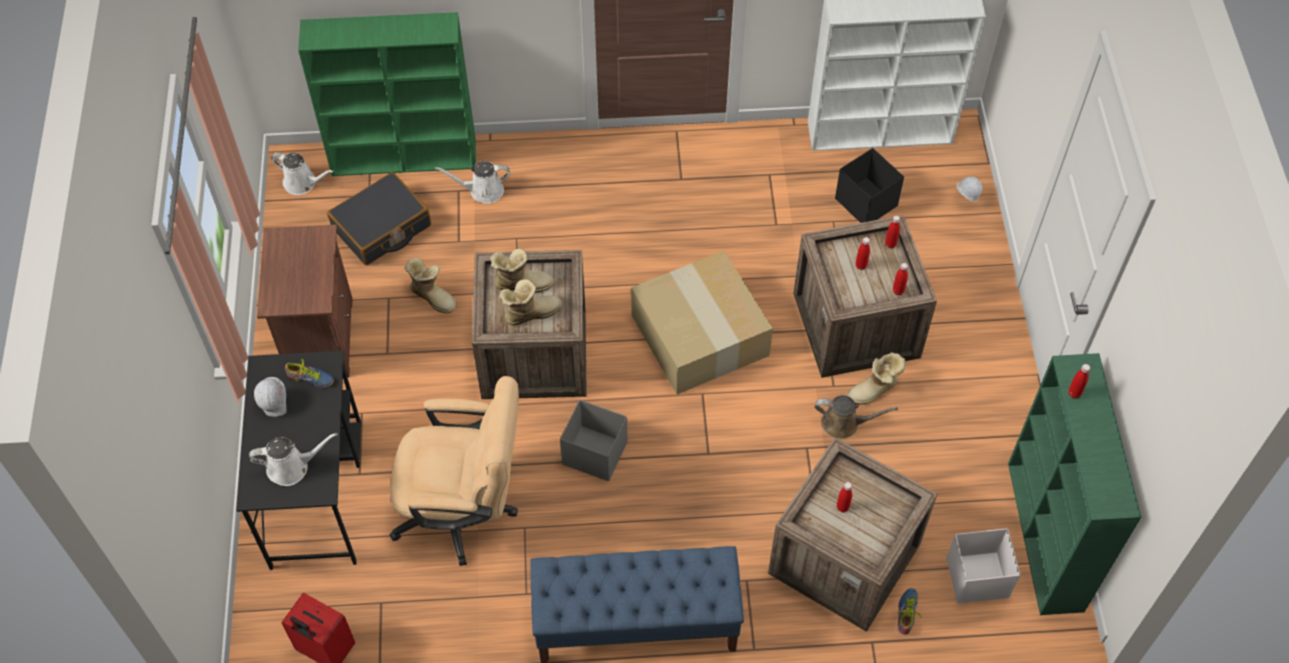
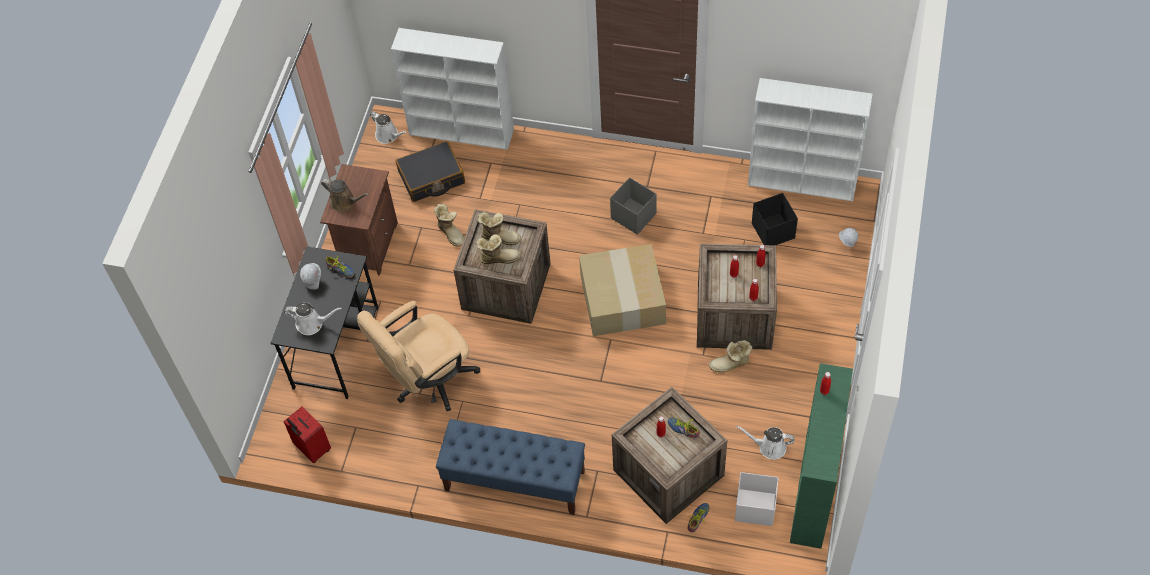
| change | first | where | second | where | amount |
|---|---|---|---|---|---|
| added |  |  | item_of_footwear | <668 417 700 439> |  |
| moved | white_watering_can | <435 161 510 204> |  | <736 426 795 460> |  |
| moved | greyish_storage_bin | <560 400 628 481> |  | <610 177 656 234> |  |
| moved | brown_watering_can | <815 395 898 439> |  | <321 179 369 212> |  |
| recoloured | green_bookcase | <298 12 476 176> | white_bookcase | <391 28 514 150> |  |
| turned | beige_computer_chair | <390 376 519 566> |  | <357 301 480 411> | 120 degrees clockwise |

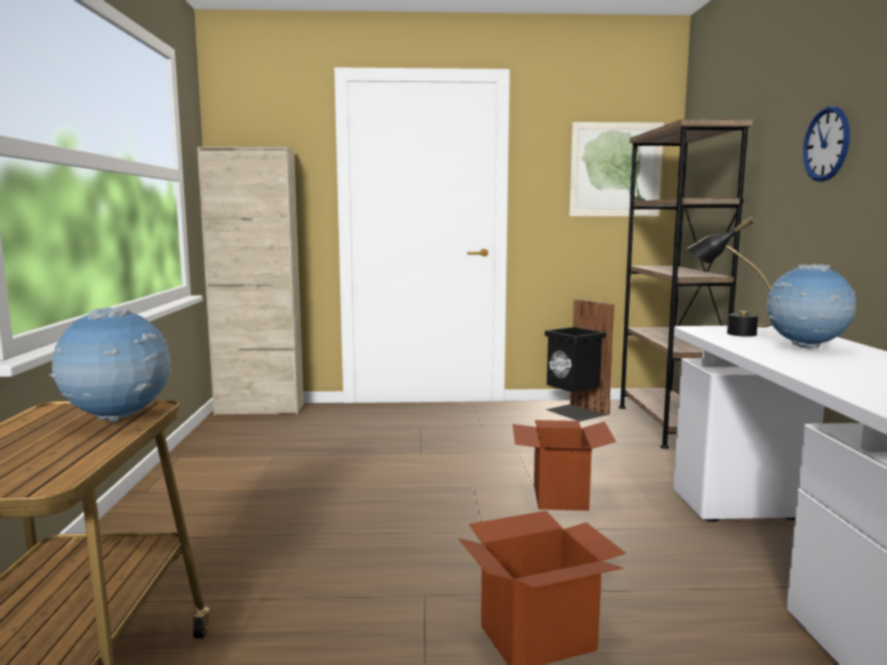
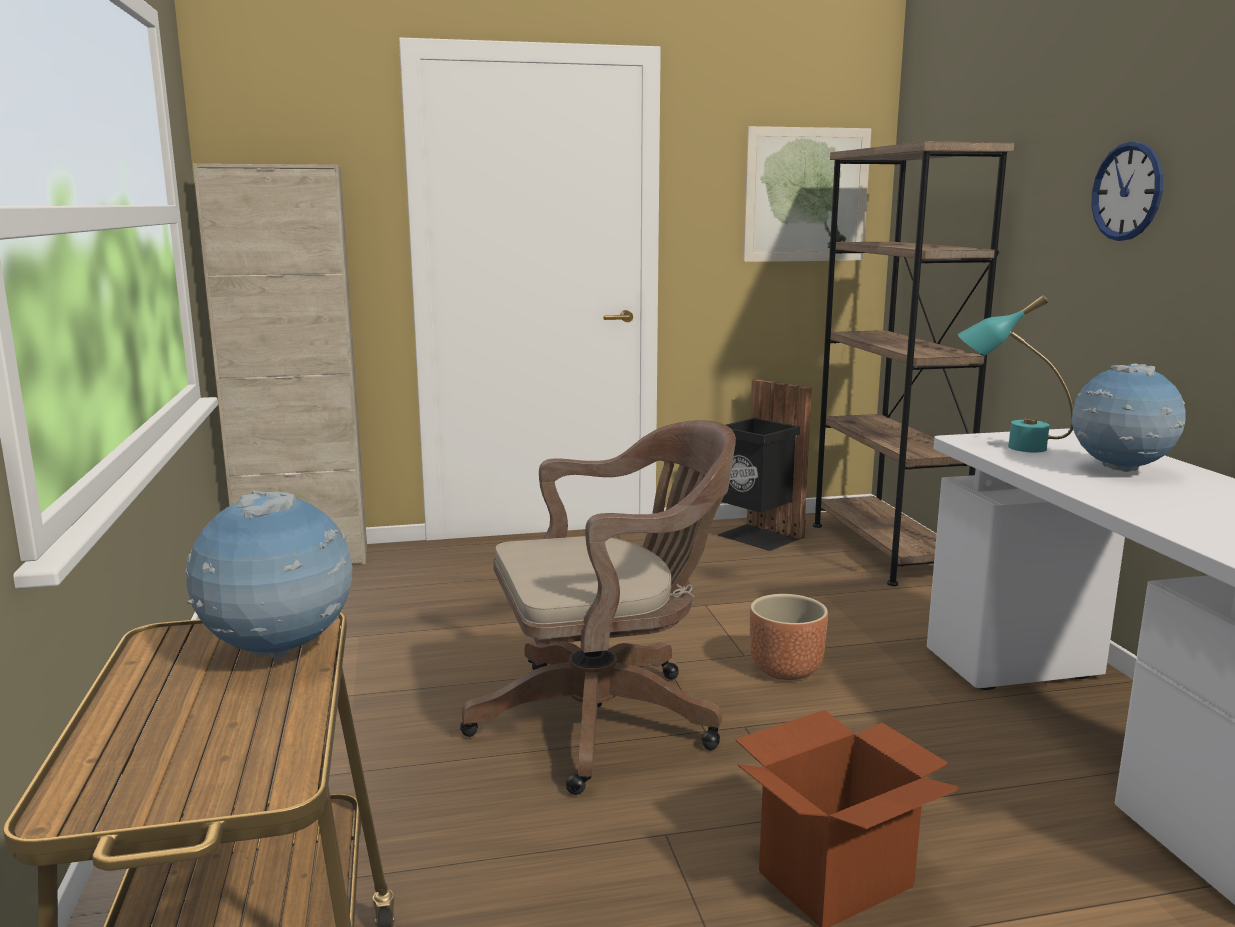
| change | first | where | second | where | amount |
|---|---|---|---|---|---|
| added |  |  | brown_computer_chair | <460 420 736 795> |  |
| replaced | packing_box | <513 420 616 511> | brown_plant_pot | <750 594 828 680> |  |
| recoloured | black_lamp_for_a_table | <687 217 772 337> | turquoise-coloured_lamp_for_a_table | <958 295 1074 452> |  |

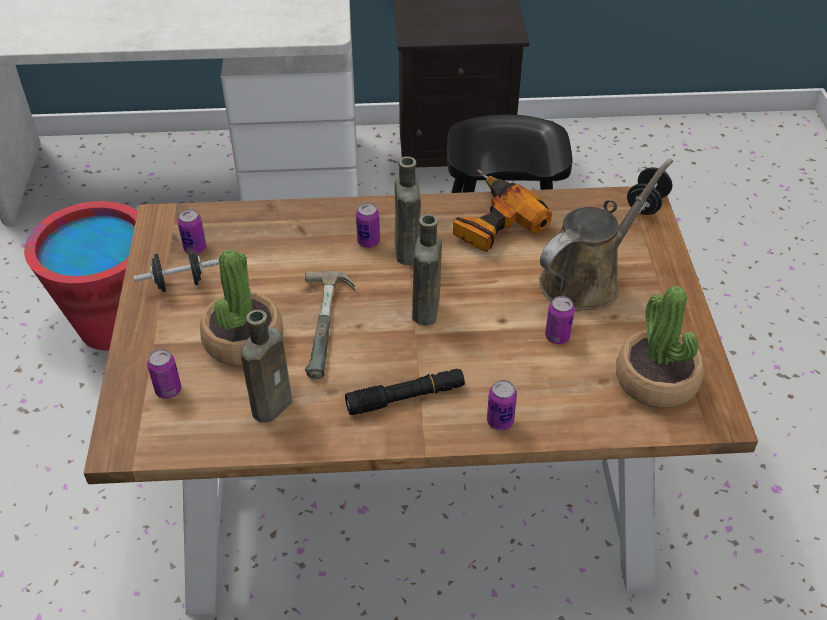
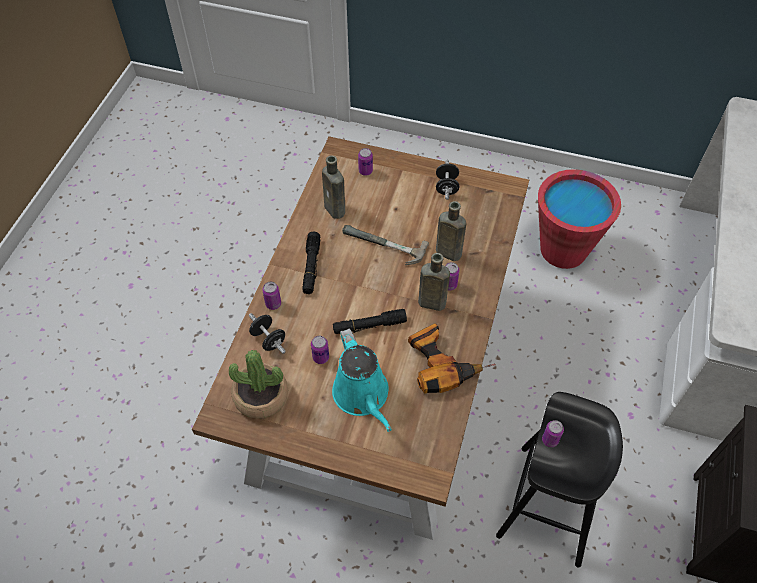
| change | first | where | second | where | amount |
|---|---|---|---|---|---|
| removed | houseplant | <200 249 284 367> |  |  |  |
| added |  |  | black_flashlight | <333 309 407 334> |  |
| moved | sealed_can | <177 209 206 254> |  | <542 420 564 447> |  |
| moved | brown_drink_bottle | <412 214 442 326> |  | <436 201 466 261> |  |
| moved | black_hand_weight | <627 167 672 215> |  | <249 313 286 354> |  |
| recoloured | brown_watering_can | <539 159 673 311> | turquoise-coloured_watering_can | <332 329 392 432> |  |

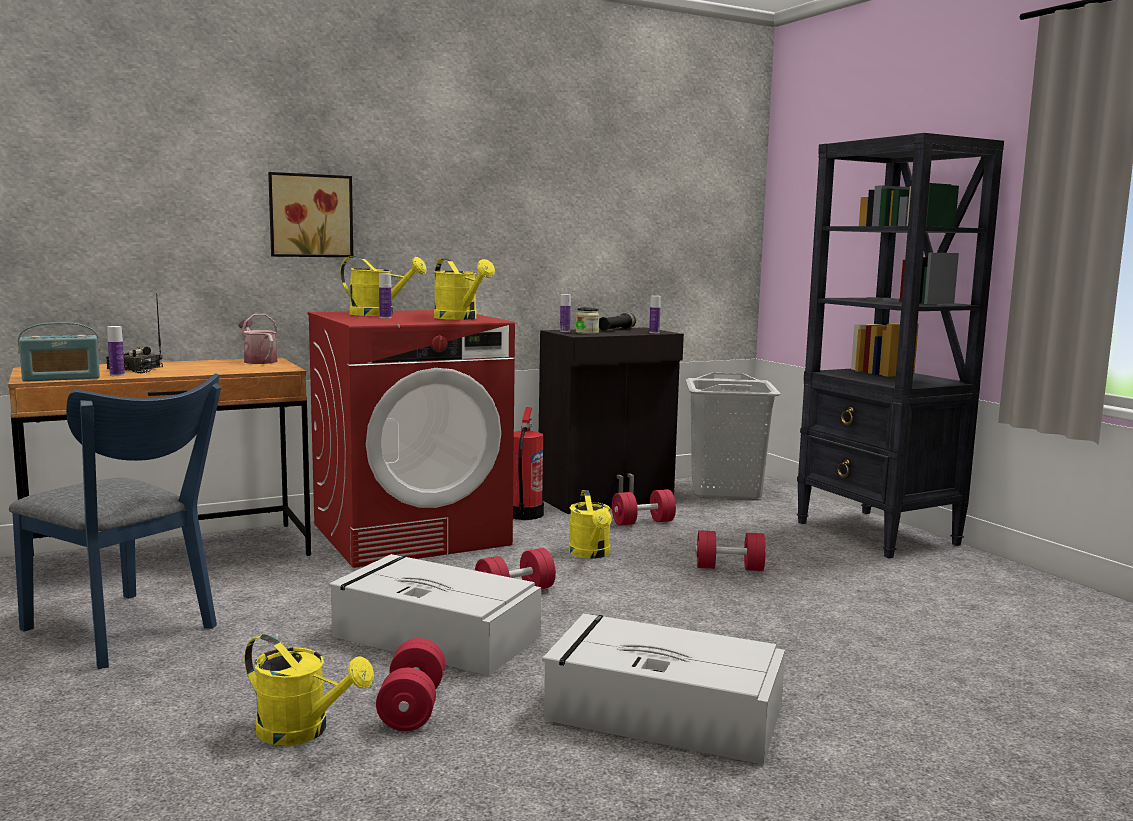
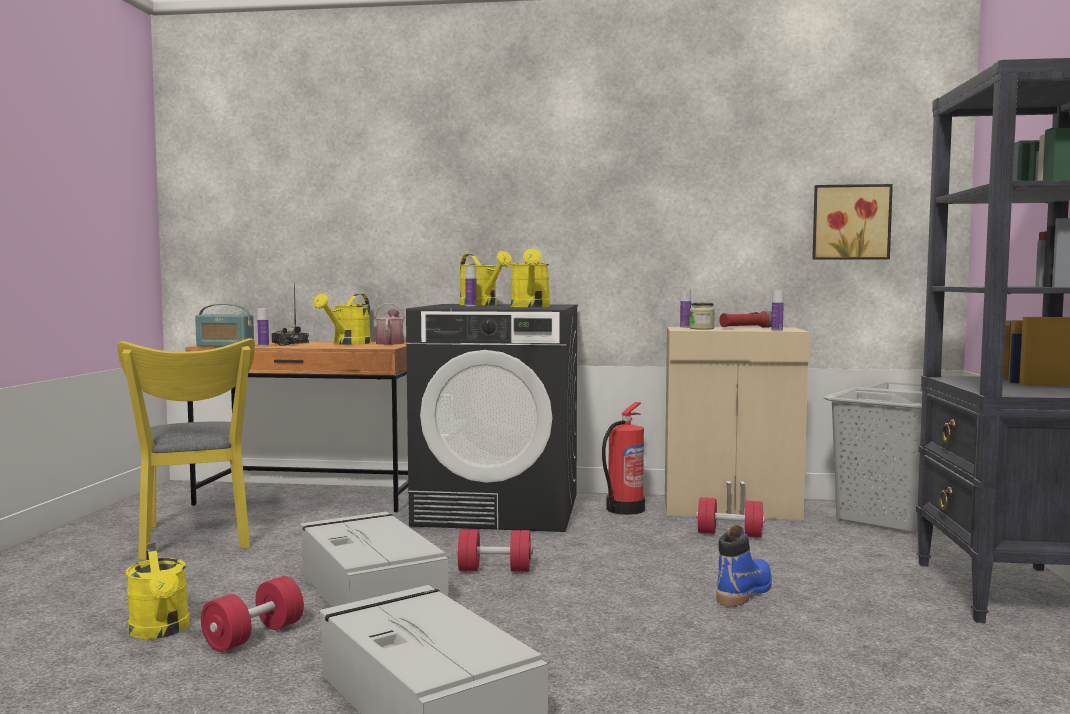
| change | first | where | second | where | amount |
|---|---|---|---|---|---|
| moved | wall_art | <268 172 353 257> |  | <812 184 893 260> |  |
| moved | yellow-coloured_watering_can | <569 490 612 559> |  | <313 294 371 345> |  |
| replaced | reddish_hand_weight | <695 530 766 571> | blue_tall_boot | <716 525 772 606> |  |
| recoloured | blue_plain_chair | <9 373 221 669> | yellow-coloured_plain_chair | <117 338 255 560> |  |
| recoloured | reddish_washing_machine | <307 310 515 568> | black_washing_machine | <406 304 578 532> |  |
| recoloured | black_cupboard | <539 327 684 514> | beige_cupboard | <665 327 810 520> |  |
| recoloured | black_flashlight | <599 313 636 331> | reddish_flashlight | <719 311 772 328> |  |

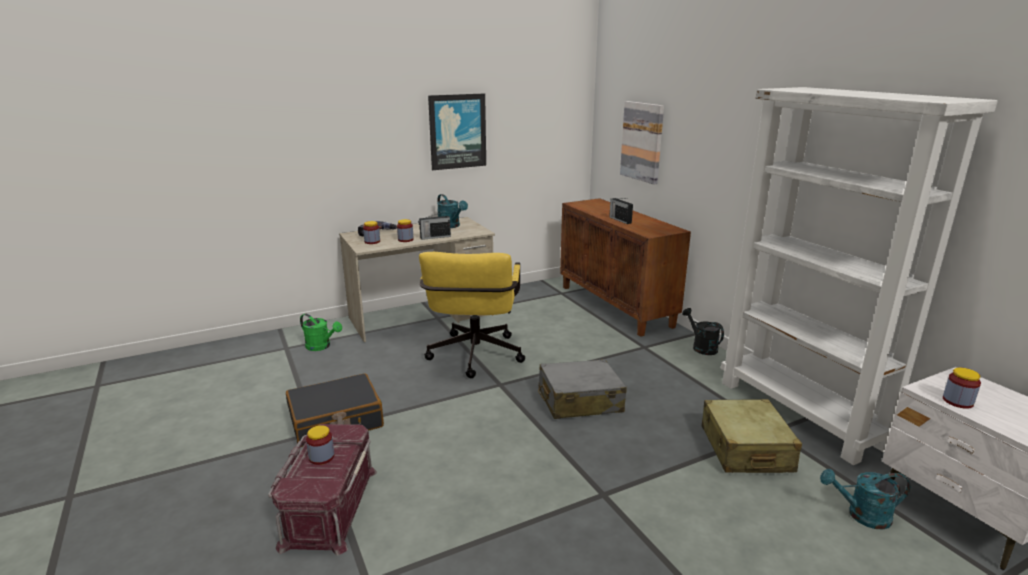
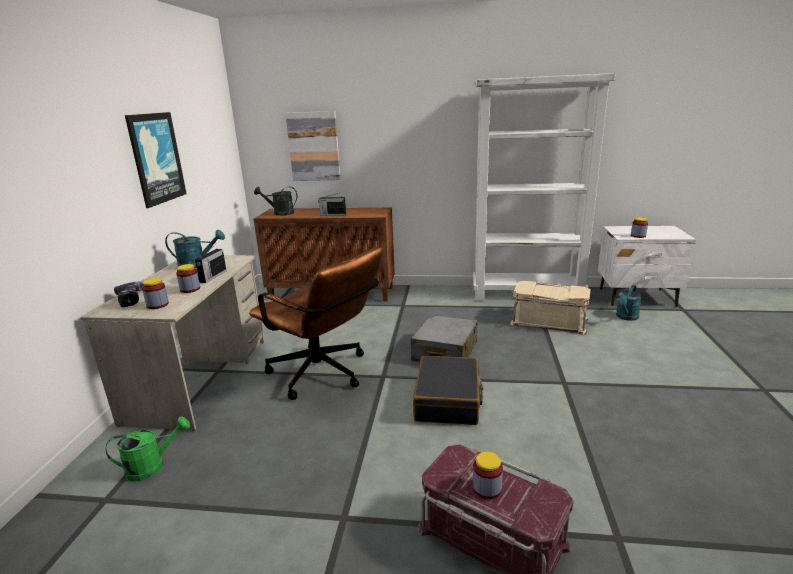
| change | first | where | second | where | amount |
|---|---|---|---|---|---|
| moved | black_travel_case | <286 374 384 447> |  | <413 356 484 425> |  |
| moved | black_watering_can | <682 308 724 355> |  | <254 187 297 216> |  |
| replaced | beige_travel_case | <702 399 802 473> | beige_storage_bin | <510 281 591 335> |  |
| recoloured | yellow-coloured_computer_chair | <419 252 525 378> | brown_computer_chair | <249 247 383 400> |  |

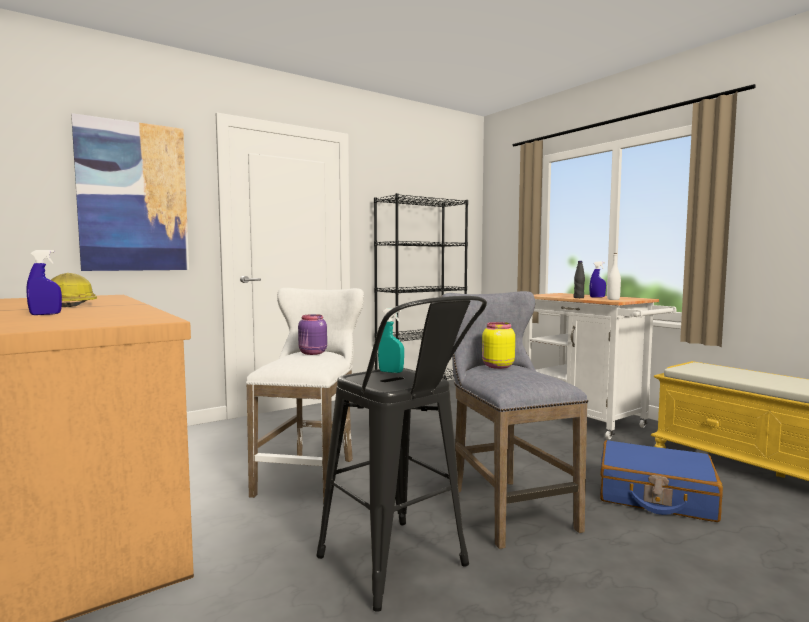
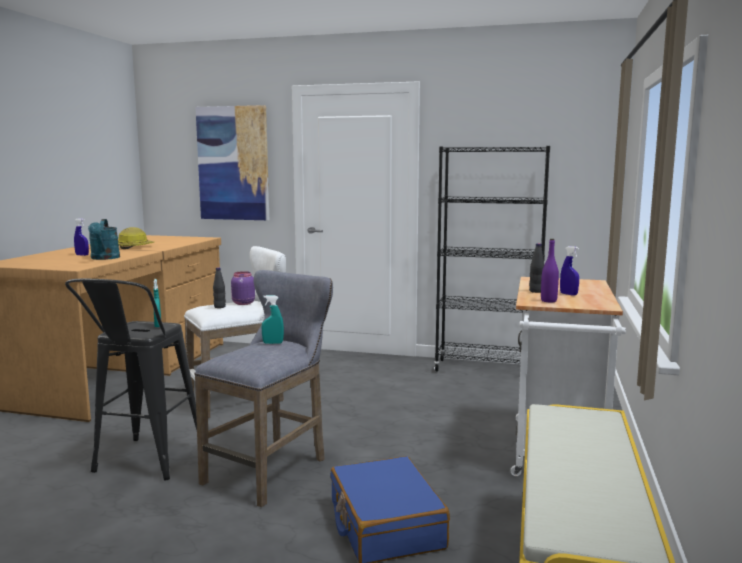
| change | first | where | second | where | amount |
|---|---|---|---|---|---|
| added |  |  | turquoise-coloured_watering_can | <88 219 120 260> |  |
| added |  |  | black_drink_bottle | <213 267 226 308> |  |
| replaced | yellow-coloured_preserve_jar | <482 322 515 369> | turquoise-coloured_spray_bottle | <262 295 284 344> |  |
| recoloured | white_drink_bottle | <607 253 621 300> | purple_drink_bottle | <541 239 559 302> |  |

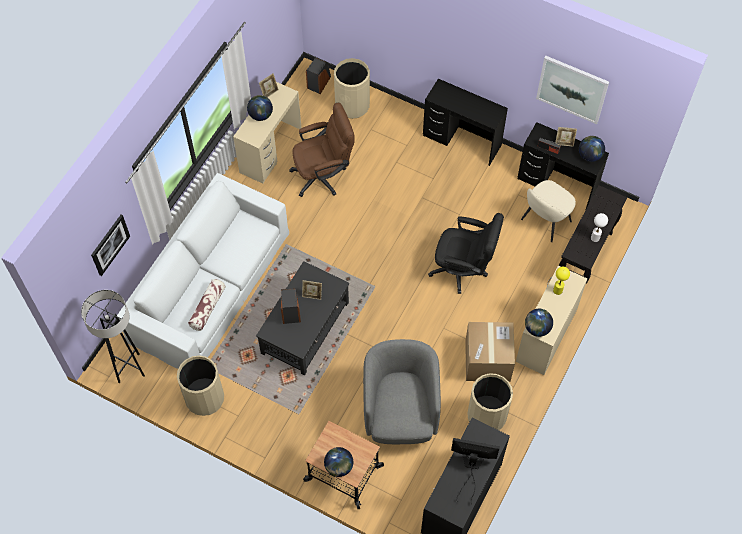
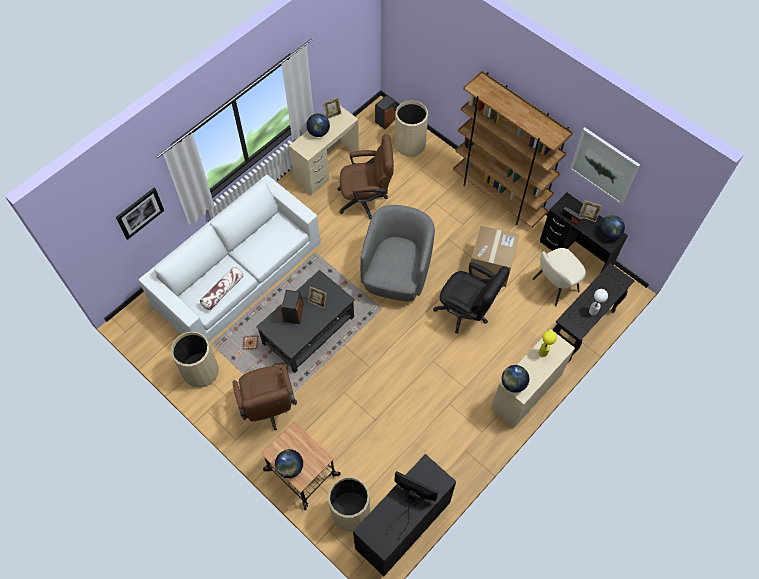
| change | first | where | second | where | amount |
|---|---|---|---|---|---|
| removed | greyish_standard_lamp | <81 290 145 383> |  |  |  |
| added |  |  | brown_computer_chair | <233 366 297 430> |  |
| moved | greyish_lounge_chair | <363 339 441 444> |  | <360 205 435 301> |  |
| moved | packing_box | <465 322 515 382> |  | <471 225 519 287> |  |
| moved | beige_rubbish_bin | <467 373 513 430> |  | <328 477 370 532> |  |
| replaced | black_desk_unit | <423 79 508 166> | brown_bookcase | <453 71 573 228> |  |

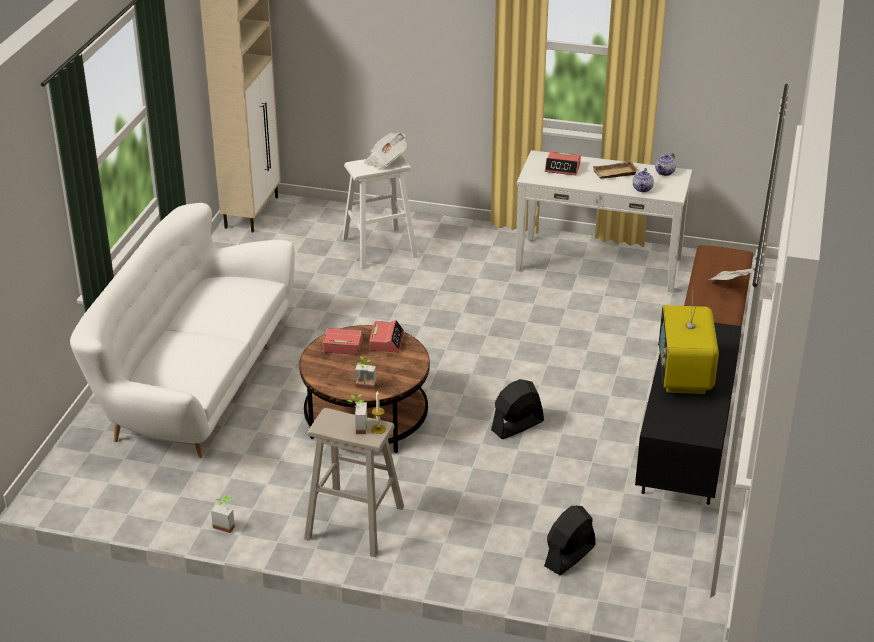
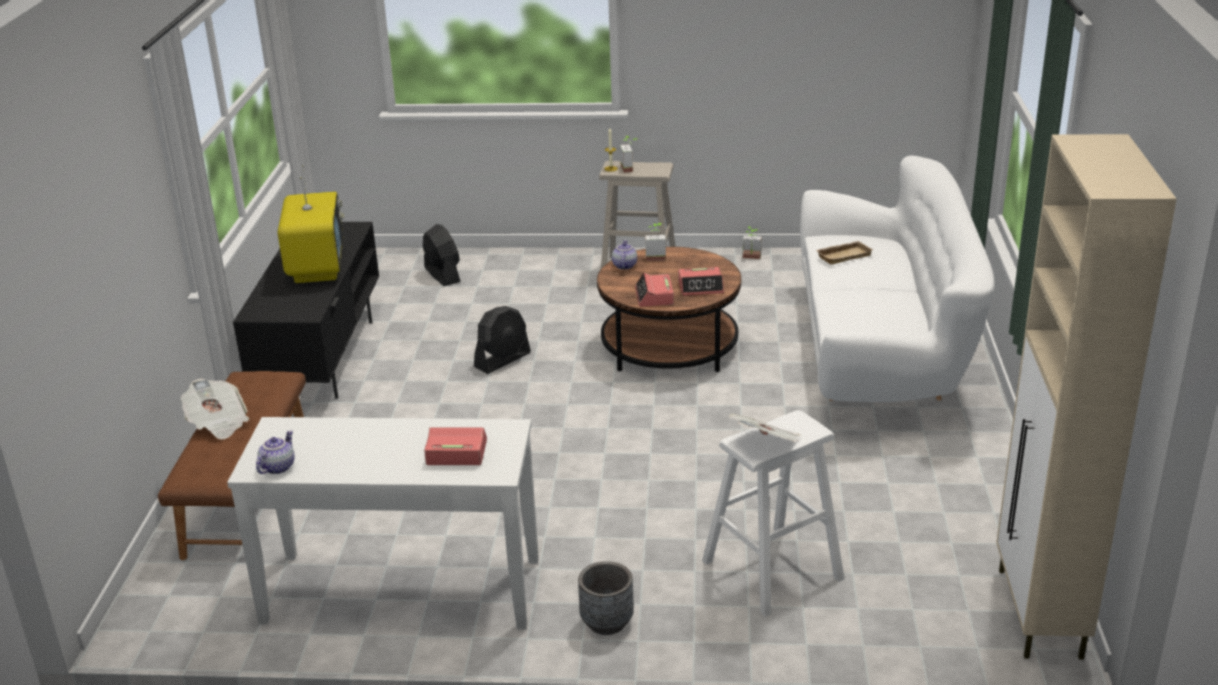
| change | first | where | second | where | amount |
|---|---|---|---|---|---|
| added |  |  | greyish_plant_pot | <578 561 634 635> |  |
| moved | beige_carrying_tray | <592 160 638 179> |  | <816 241 873 265> |  |
| moved | tea_pot | <633 168 654 192> |  | <612 240 637 270> |  |
| turned | black_fan | <544 506 596 575> |  | <423 224 461 286> | 60 degrees counterclockwise |

